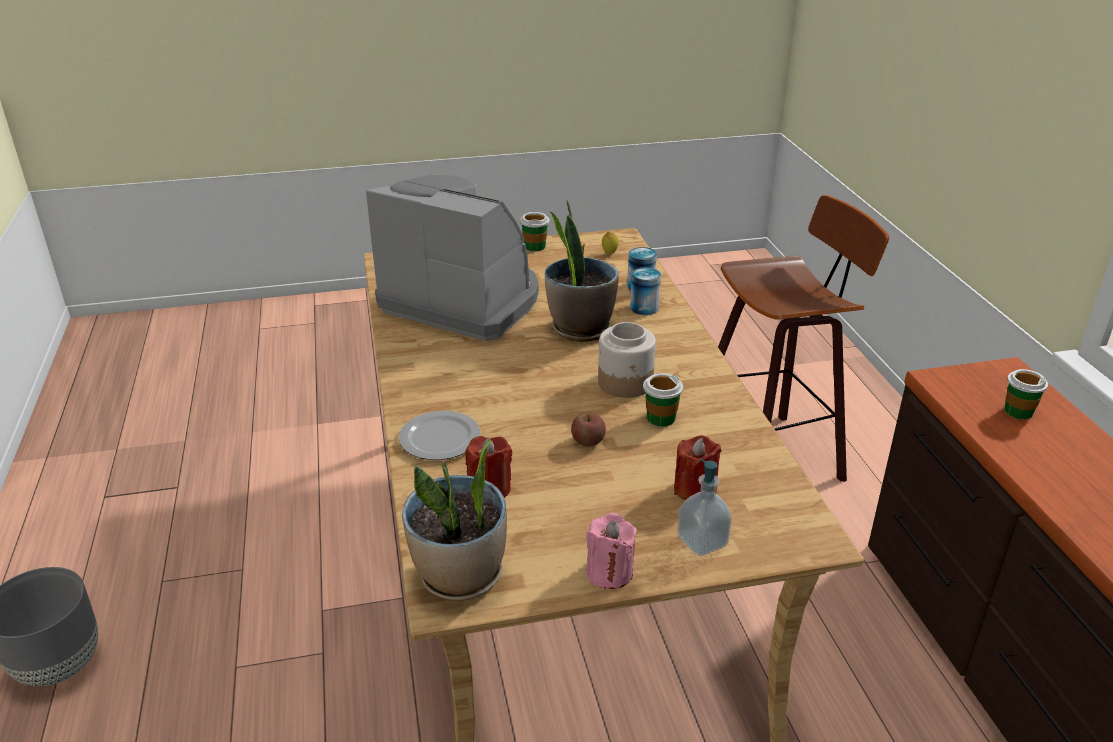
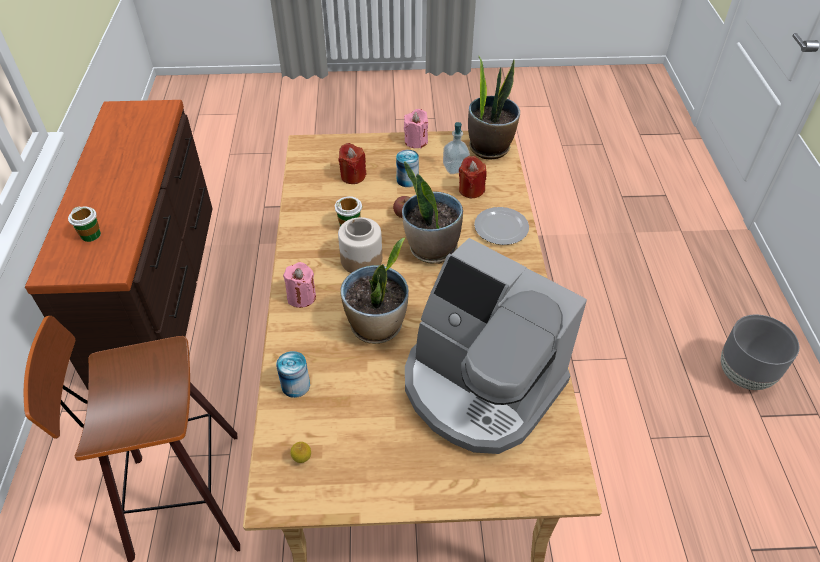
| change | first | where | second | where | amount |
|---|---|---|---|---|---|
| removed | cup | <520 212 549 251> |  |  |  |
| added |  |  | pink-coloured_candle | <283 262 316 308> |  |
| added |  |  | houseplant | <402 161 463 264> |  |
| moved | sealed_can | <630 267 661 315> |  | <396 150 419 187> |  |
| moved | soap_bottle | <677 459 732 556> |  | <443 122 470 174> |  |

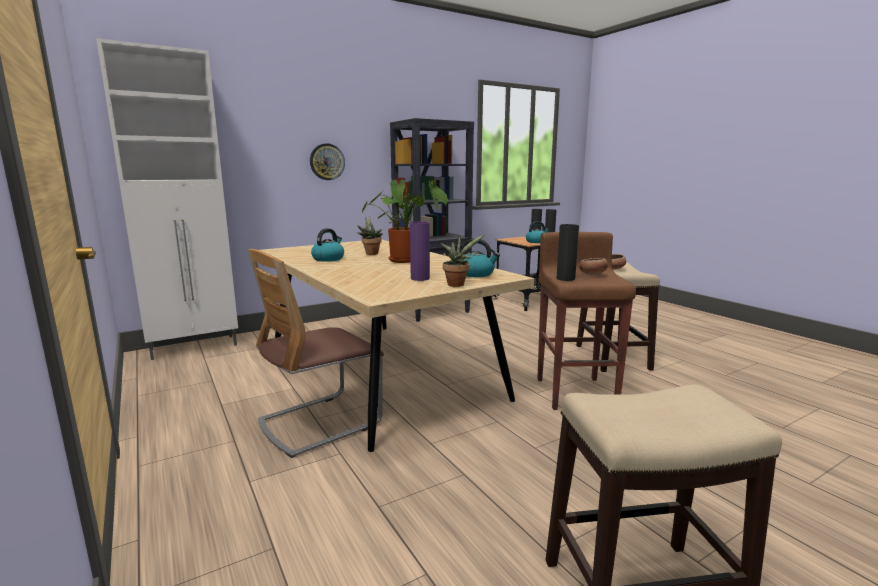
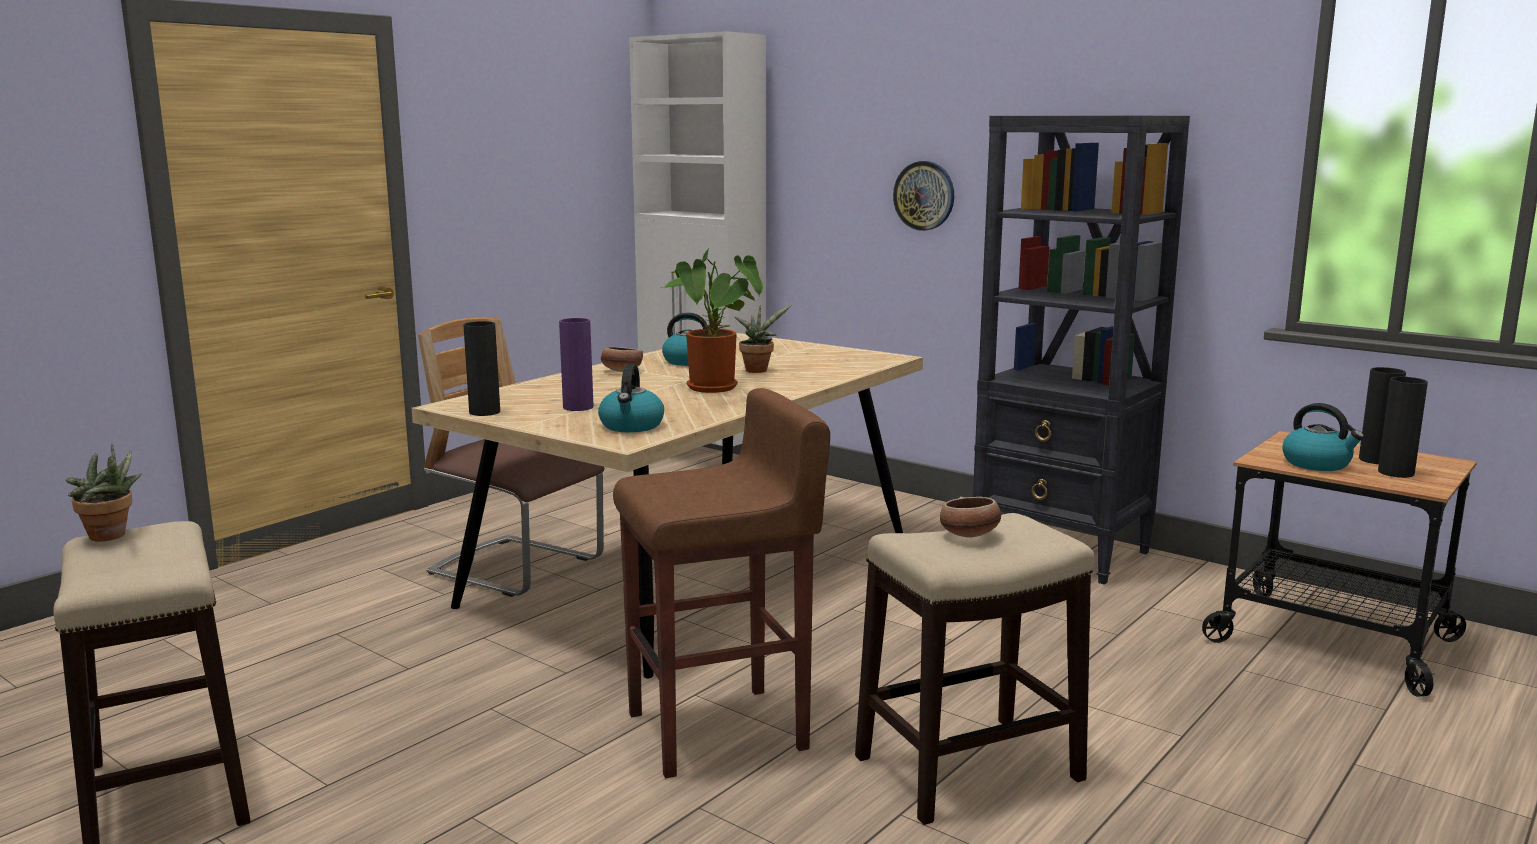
| change | first | where | second | where | amount |
|---|---|---|---|---|---|
| moved | houseplant | <441 235 484 287> |  | <66 444 142 541> |  |
| moved | black_flower_vase | <557 224 579 281> |  | <463 321 500 416> |  |
| moved | deep_dish | <579 258 608 275> |  | <601 347 643 372> |  |

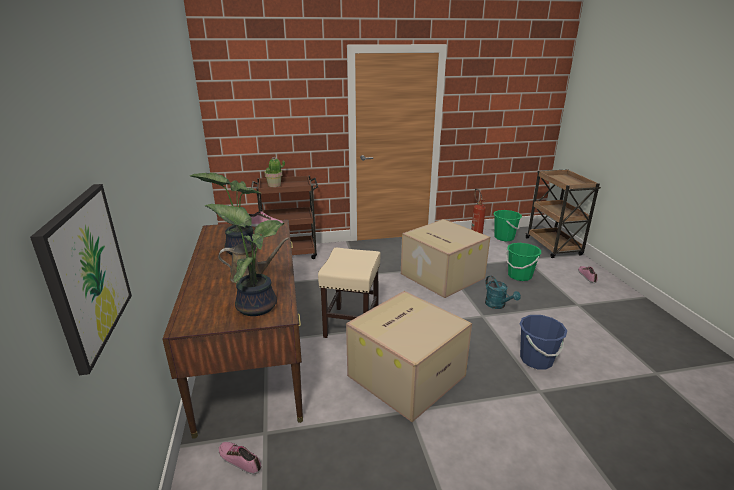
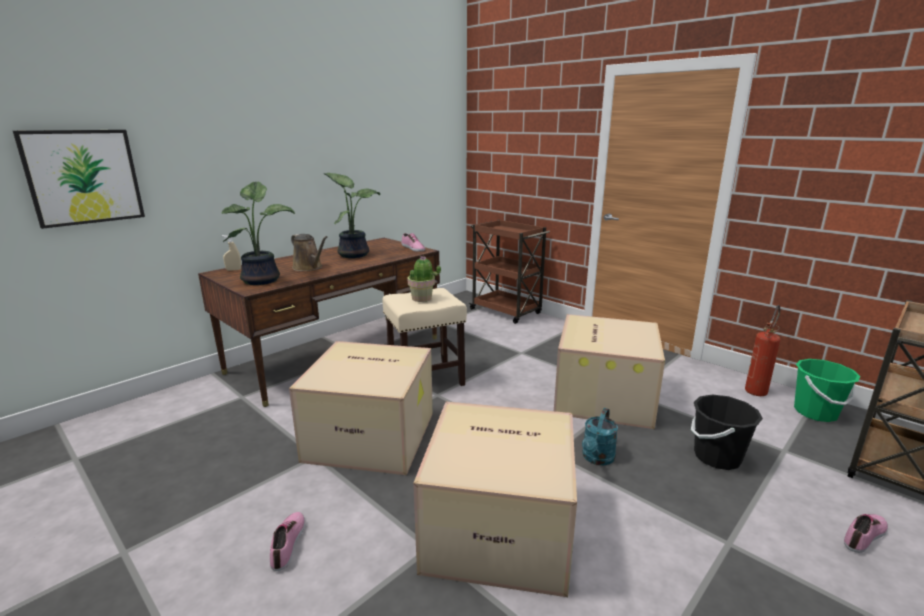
| change | first | where | second | where | amount |
|---|---|---|---|---|---|
| added |  |  | beige_spray_bottle | <222 235 241 271> |  |
| moved | item_of_footwear | <219 442 261 475> |  | <270 512 305 571> |  |
| moved | houseplant | <264 157 285 187> |  | <408 256 441 302> |  |
| replaced | blue_pail | <520 315 567 369> | packing_box | <413 402 577 597> |  |
| recoloured | green_pail | <506 243 541 281> | black_pail | <691 394 763 470> |  |

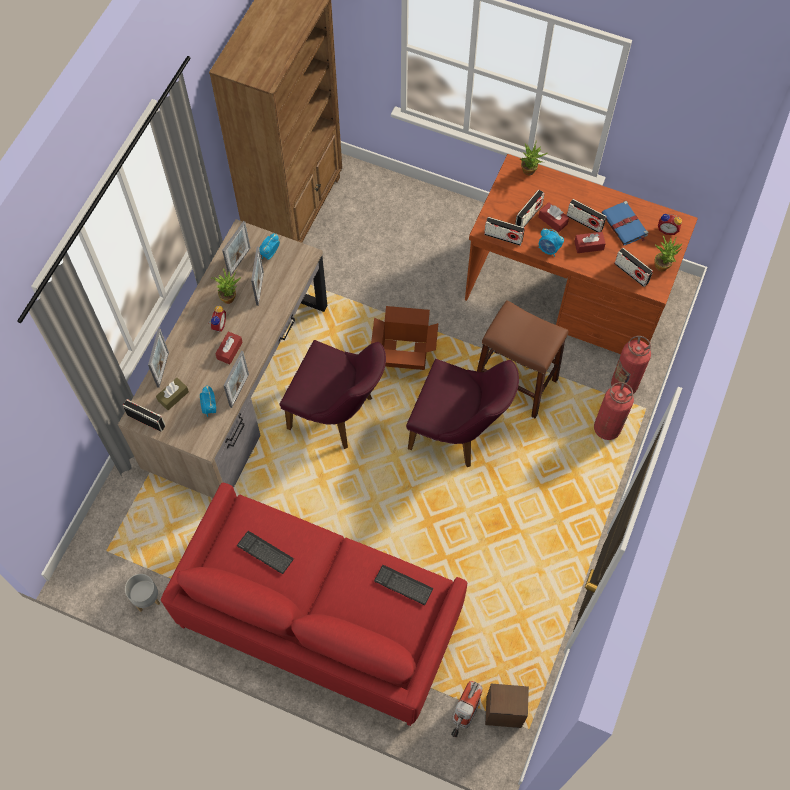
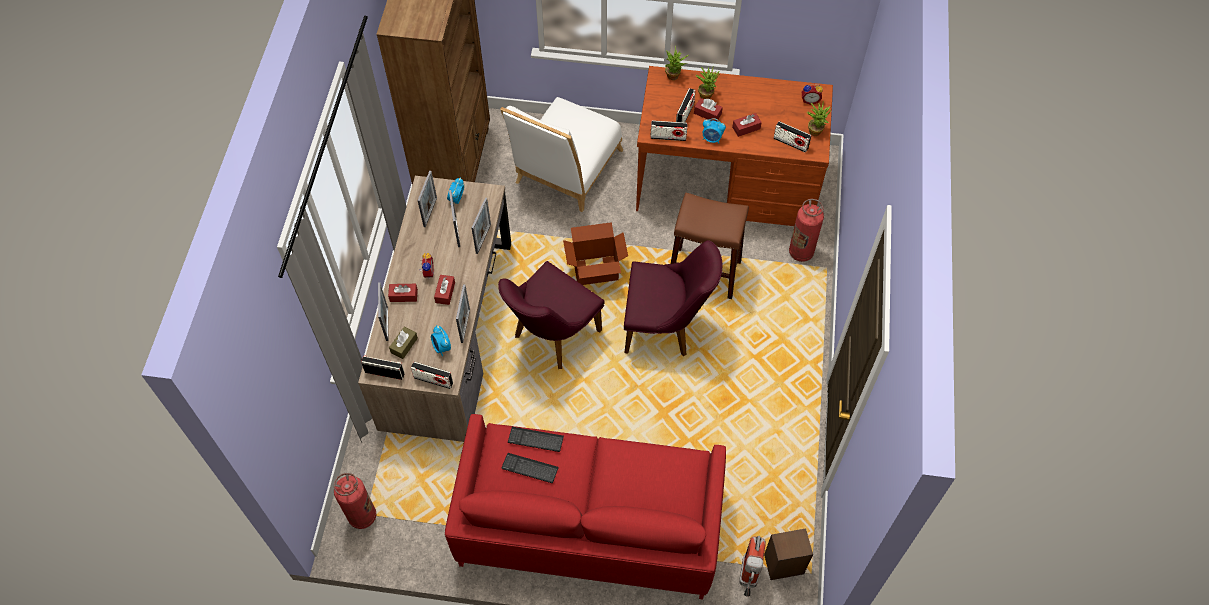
| change | first | where | second | where | amount |
|---|---|---|---|---|---|
| removed | greyish_plant_pot | <125 574 160 612> |  |  |  |
| removed | blue_book | <601 201 648 245> |  |  |  |
| added |  |  | reddish_box_of_tissues | <388 284 418 302> |  |
| added |  |  | standing_frame | <471 198 491 254> |  |
| added |  |  | white_plain_chair | <500 97 623 212> |  |
| moved | houseplant | <211 268 241 304> |  | <696 67 720 99> |  |
| moved | PC_keyboard | <374 565 434 605> |  | <508 427 564 452> |  |
| moved | radio_receiver | <567 199 607 232> |  | <411 362 453 389> |  |
| moved | fire_extinguisher | <594 382 634 440> |  | <334 473 376 529> |  |
| turned | purple_plain_chair | <279 340 386 449> |  | <498 261 605 369> | 120 degrees clockwise |

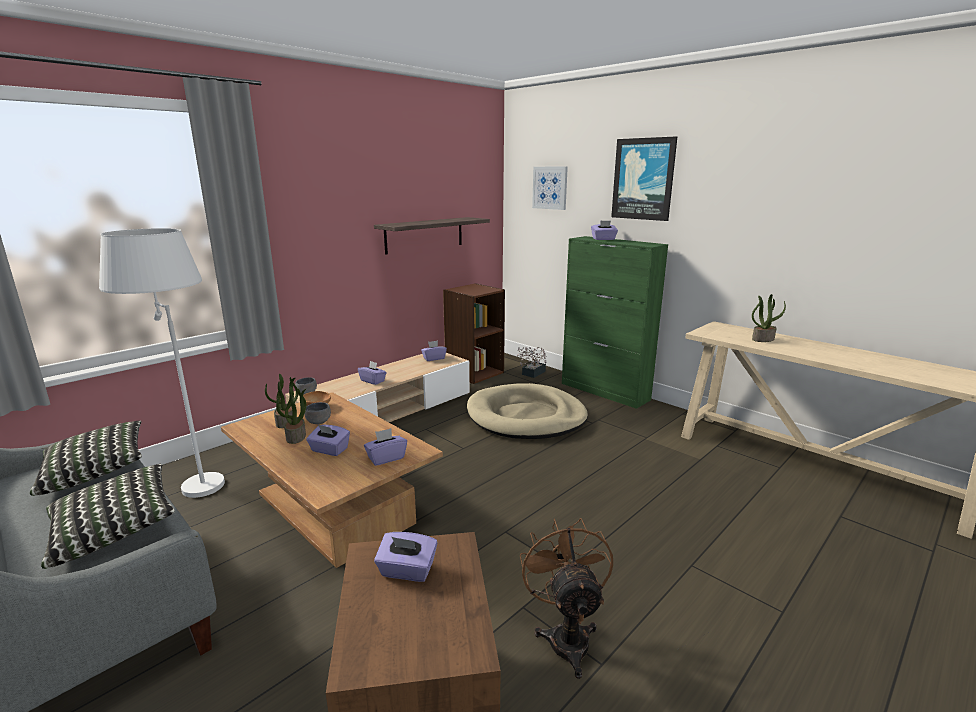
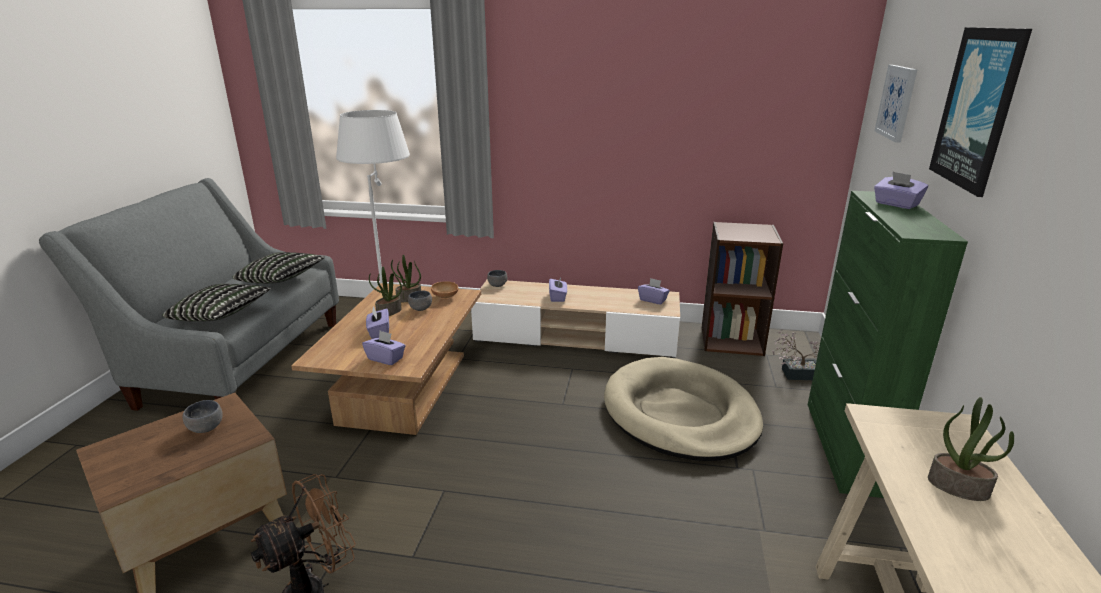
| change | first | where | second | where | amount |
|---|---|---|---|---|---|
| removed | wall_shelf | <374 217 490 255> |  |  |  |
| replaced | purple_box_of_tissues | <374 532 437 582> | greyish_deep_dish | <183 400 223 433> |  |

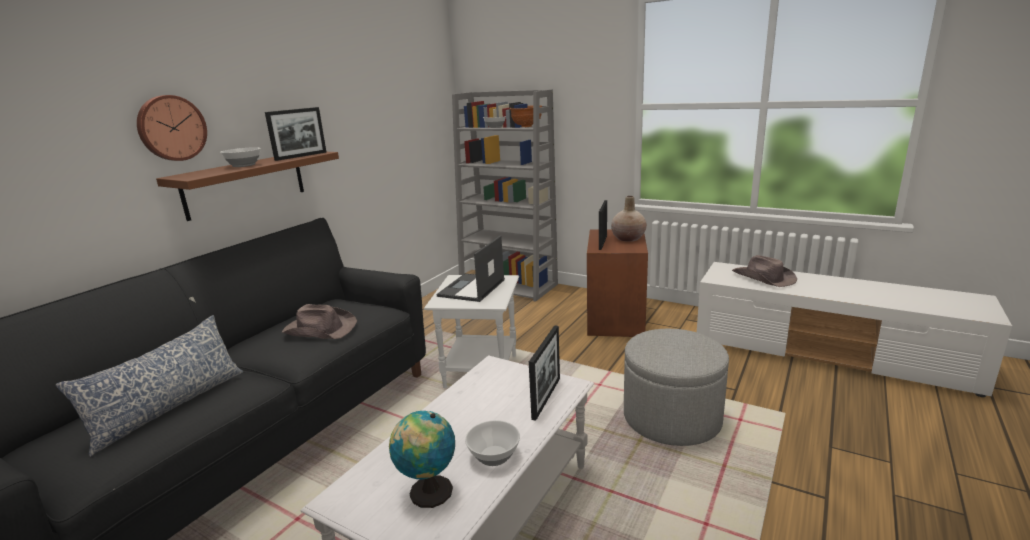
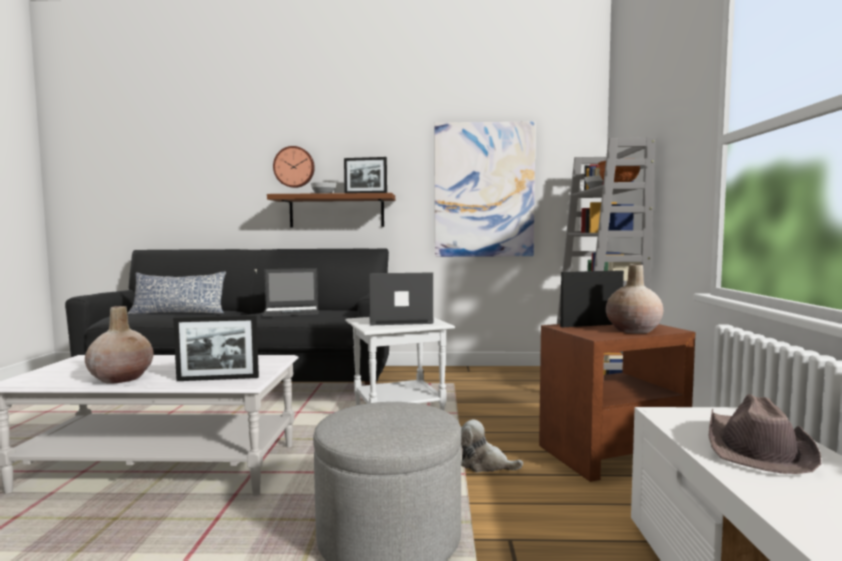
| change | first | where | second | where | amount |
|---|---|---|---|---|---|
| removed | world_globe | <389 411 455 508> |  |  |  |
| added |  |  | wall_art | <434 121 536 257> |  |
| added |  |  | soft_toy | <461 419 523 473> |  |
| replaced | brown_clothing_hat | <281 304 357 339> | laptop | <262 268 319 317> |  |
| replaced | deep_dish | <465 420 520 466> | beige_flower_vase | <85 306 153 384> |  |

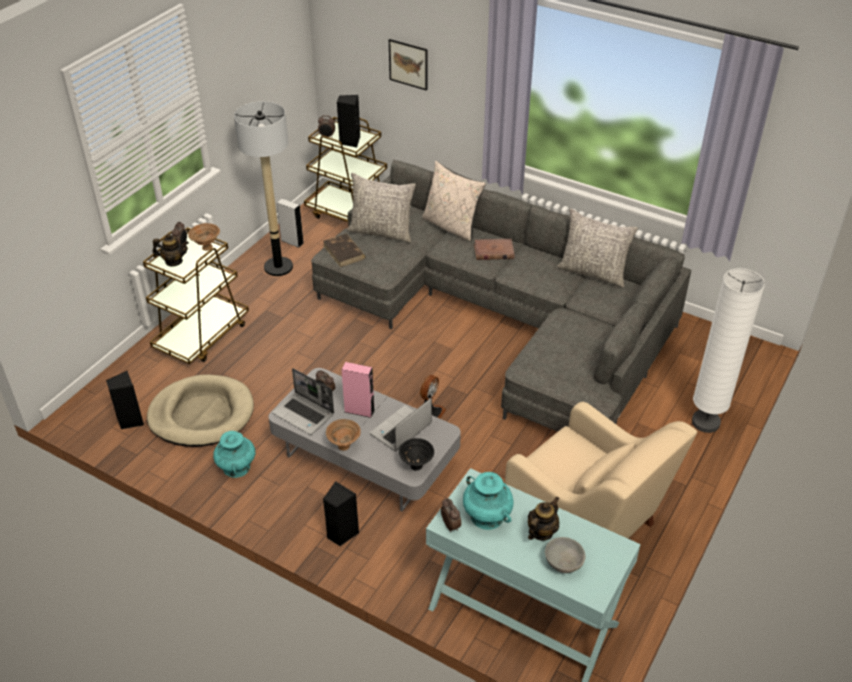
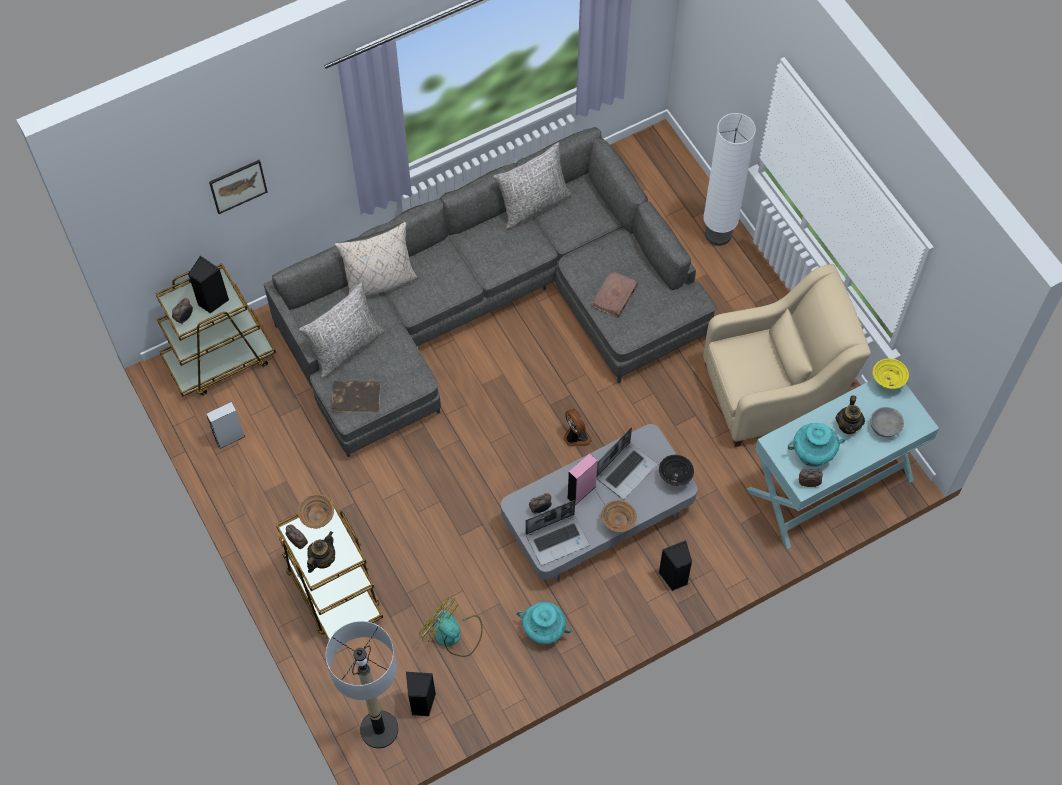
| change | first | where | second | where | amount |
|---|---|---|---|---|---|
| added |  |  | yellow-coloured_deep_dish | <873 358 909 389> |  |
| moved | standard_lamp | <234 101 293 276> |  | <326 621 399 749> |  |
| moved | brown_book | <474 239 514 260> |  | <591 270 638 318> |  |
| replaced | beige_dog_cushion | <147 375 254 447> | fan | <419 597 483 657> |  |
| turned | laptop | <370 398 432 452> |  | <596 427 657 499> | 120 degrees counterclockwise |
| turned | tea_pot | <528 497 559 541> |  | <836 395 865 434> | 150 degrees counterclockwise |

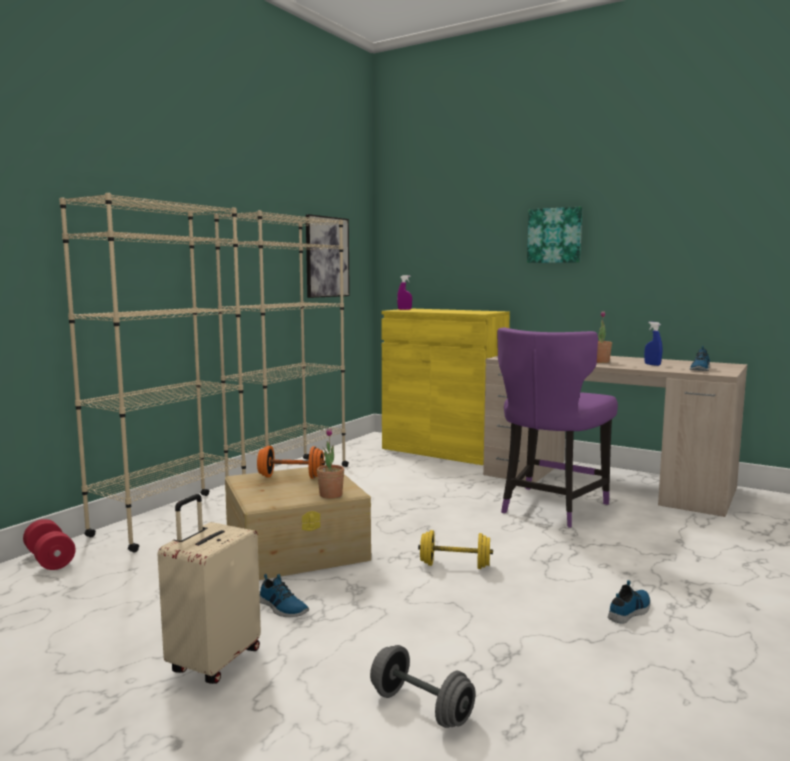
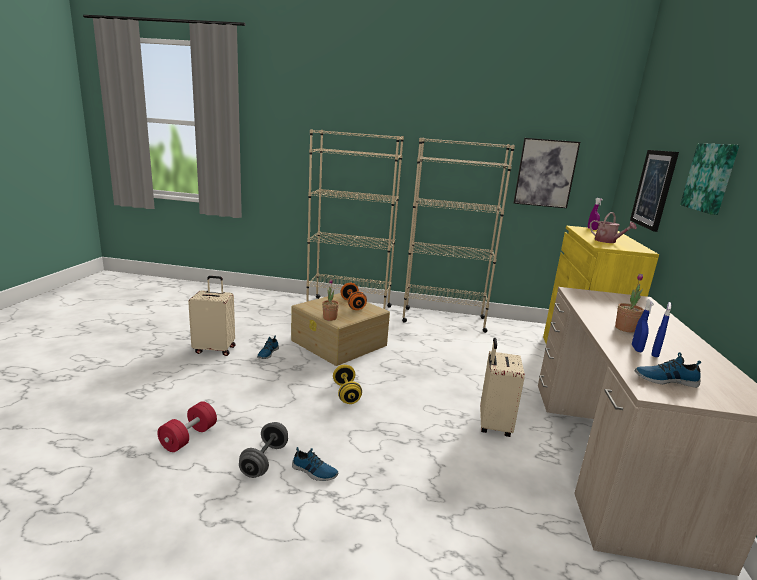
| change | first | where | second | where | amount |
|---|---|---|---|---|---|
| added |  |  | watering_can | <589 212 637 243> |  |
| added |  |  | wall_art | <630 150 679 232> |  |
| added |  |  | blue_spray_bottle | <632 299 654 352> |  |
| moved | reddish_hand_weight | <23 519 75 570> |  | <157 401 217 452> |  |
| moved | greyish_hand_weight | <370 645 476 728> |  | <239 422 288 478> |  |
| replaced | purple_plain_chair | <497 327 618 528> | beige_travel_case | <480 338 525 437> |  |

